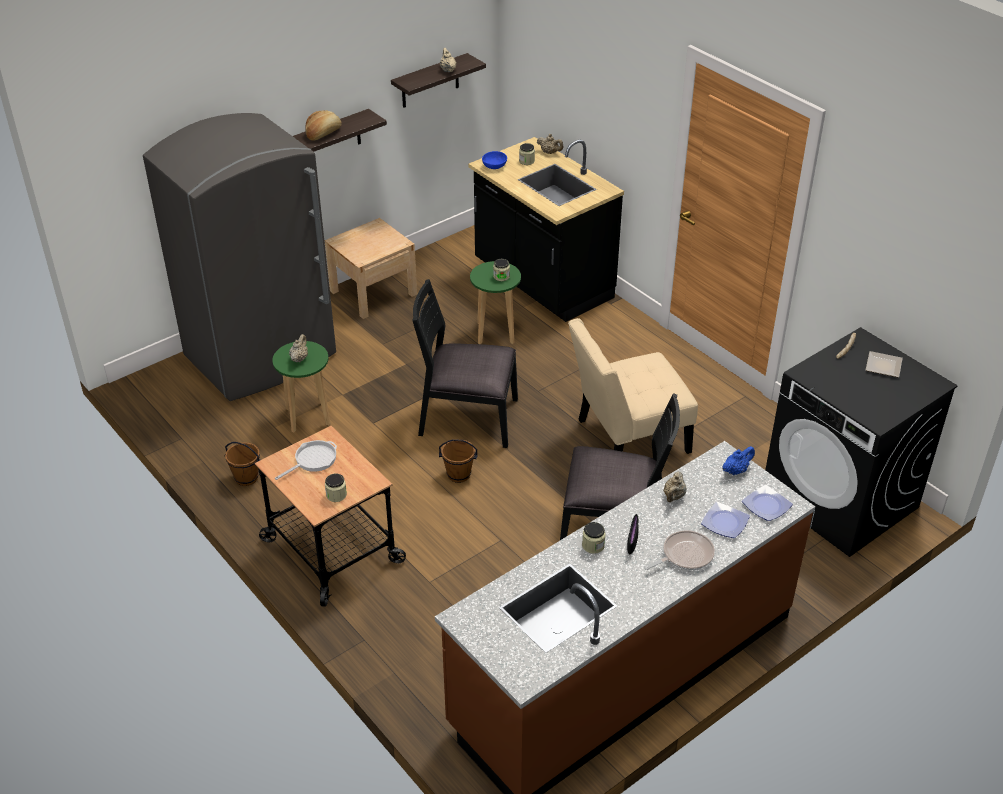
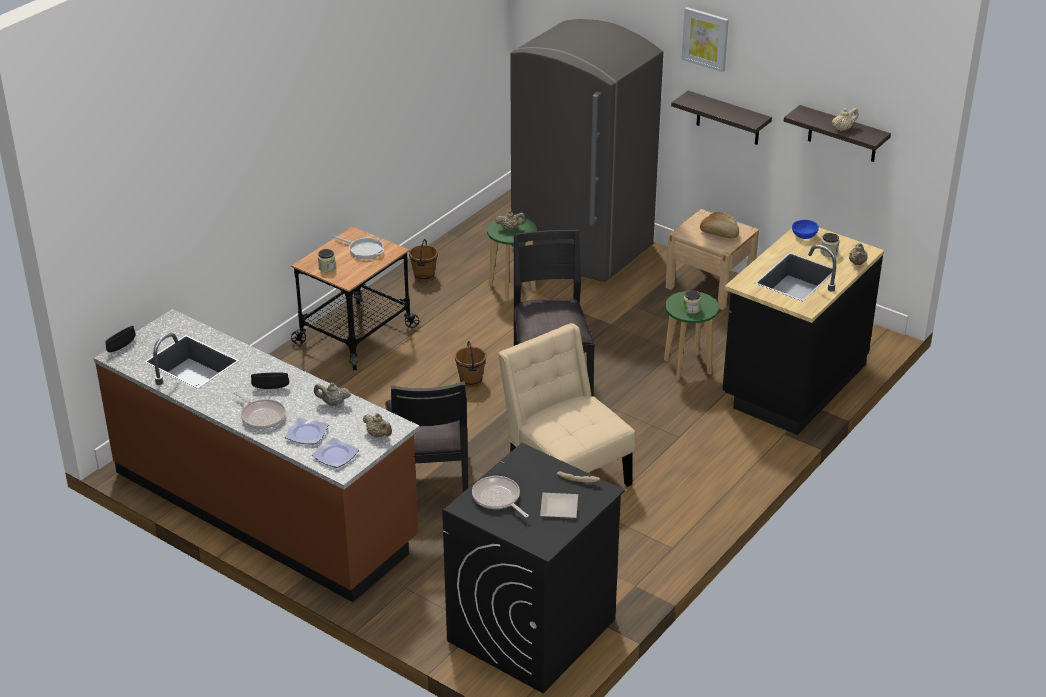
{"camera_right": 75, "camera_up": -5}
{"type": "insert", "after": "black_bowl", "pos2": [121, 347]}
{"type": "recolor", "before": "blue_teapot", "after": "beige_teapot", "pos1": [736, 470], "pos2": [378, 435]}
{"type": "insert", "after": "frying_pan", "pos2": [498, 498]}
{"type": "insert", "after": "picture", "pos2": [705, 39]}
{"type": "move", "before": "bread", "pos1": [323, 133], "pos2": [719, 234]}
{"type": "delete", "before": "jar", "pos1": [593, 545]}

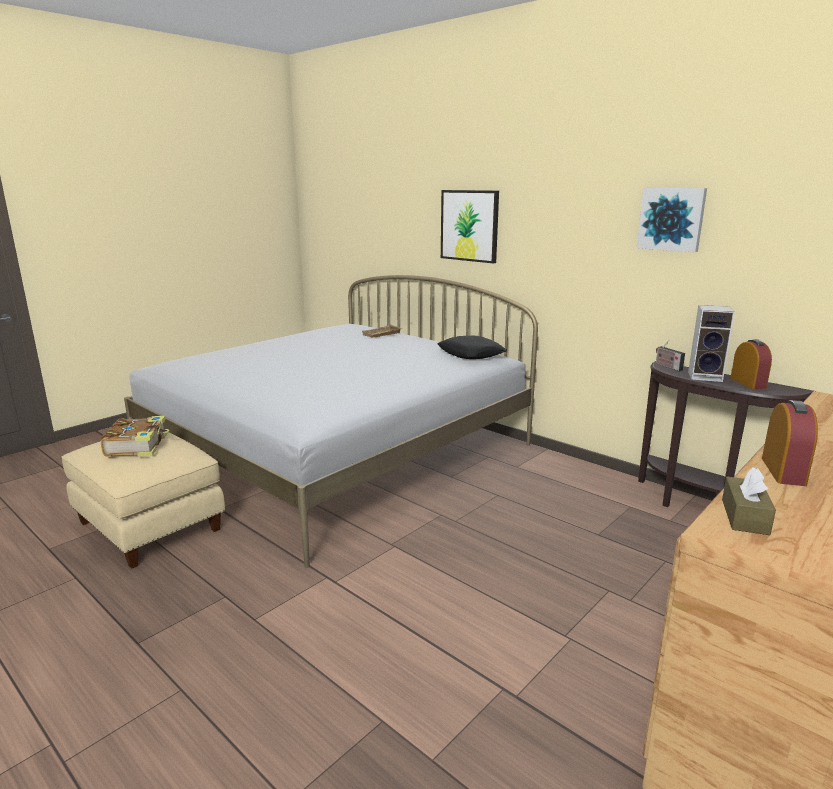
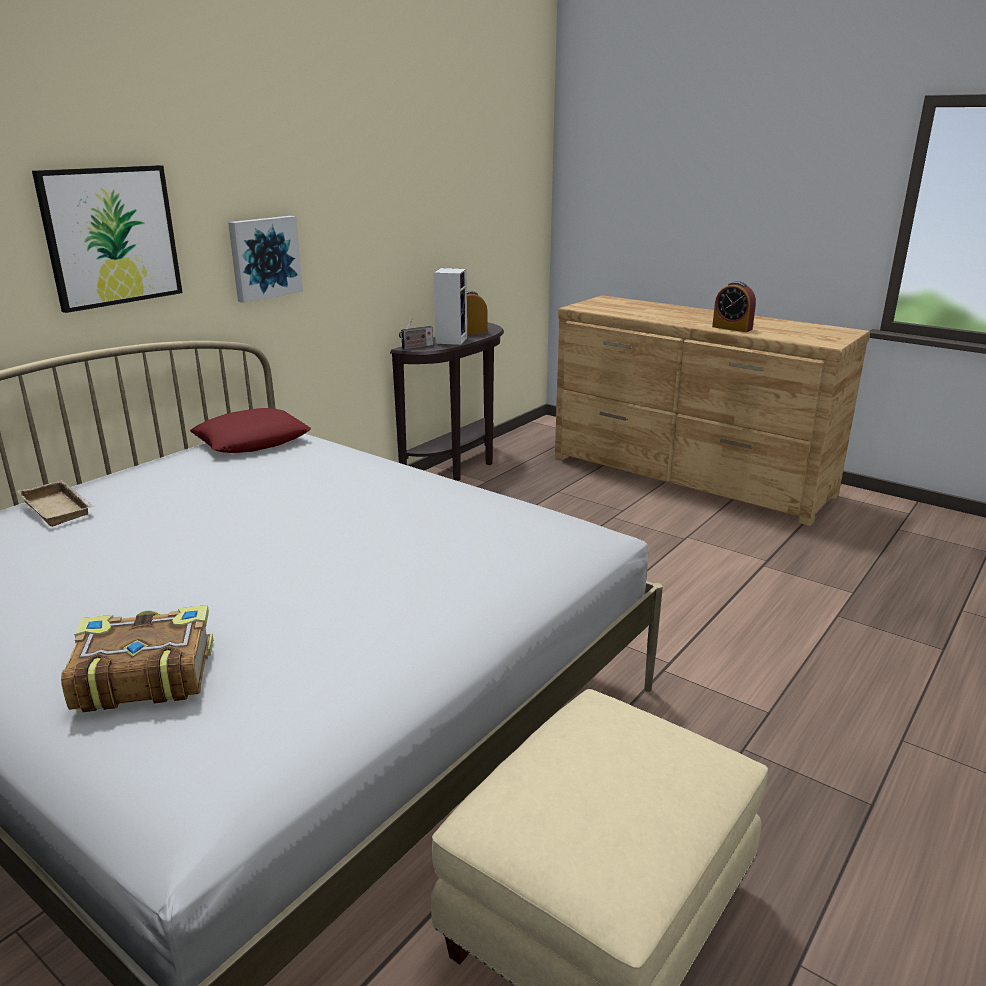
{"camera_right": -95, "camera_up": 5}
{"type": "move", "before": "book", "pos1": [138, 445], "pos2": [143, 675]}
{"type": "recolor", "before": "black_pillow", "after": "red_pillow", "pos1": [471, 354], "pos2": [252, 441]}
{"type": "move", "before": "picture", "pos1": [671, 219], "pos2": [264, 258]}
{"type": "rotate", "before": "alarm_clock", "pos1": [783, 471], "pos2": [732, 328], "turn": -150}
{"type": "delete", "before": "brown_tissue_box", "pos1": [744, 516]}

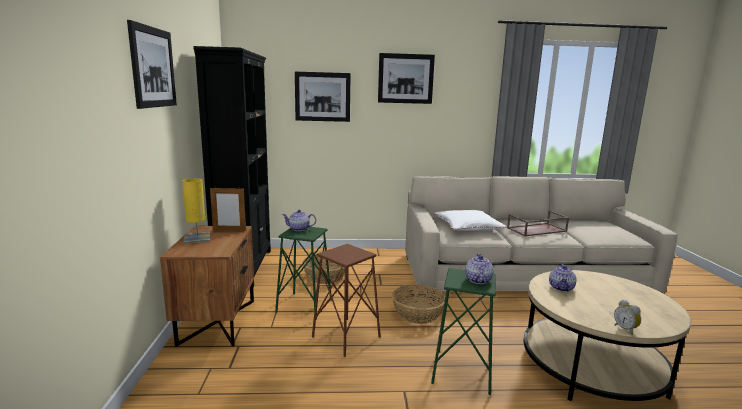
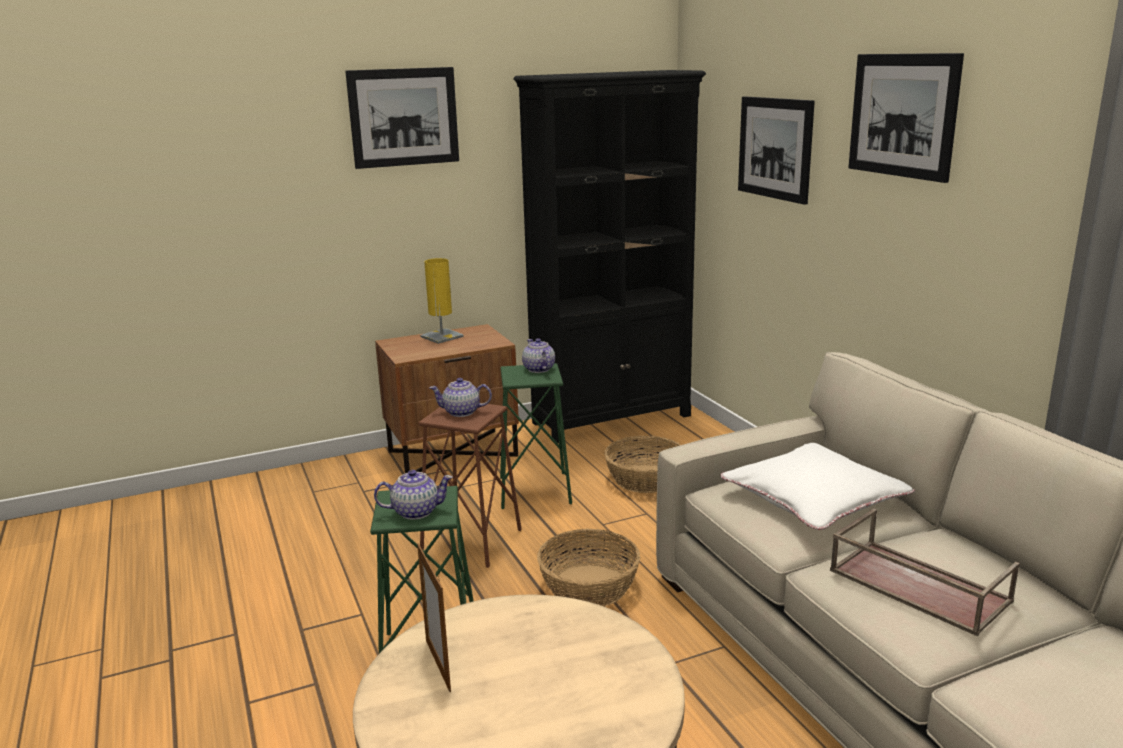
{"camera_right": 70, "camera_up": 5}
{"type": "move", "before": "picture_frame", "pos1": [229, 230], "pos2": [438, 665]}
{"type": "move", "before": "teapot", "pos1": [561, 288], "pos2": [462, 412]}
{"type": "delete", "before": "alarm_clock", "pos1": [625, 329]}

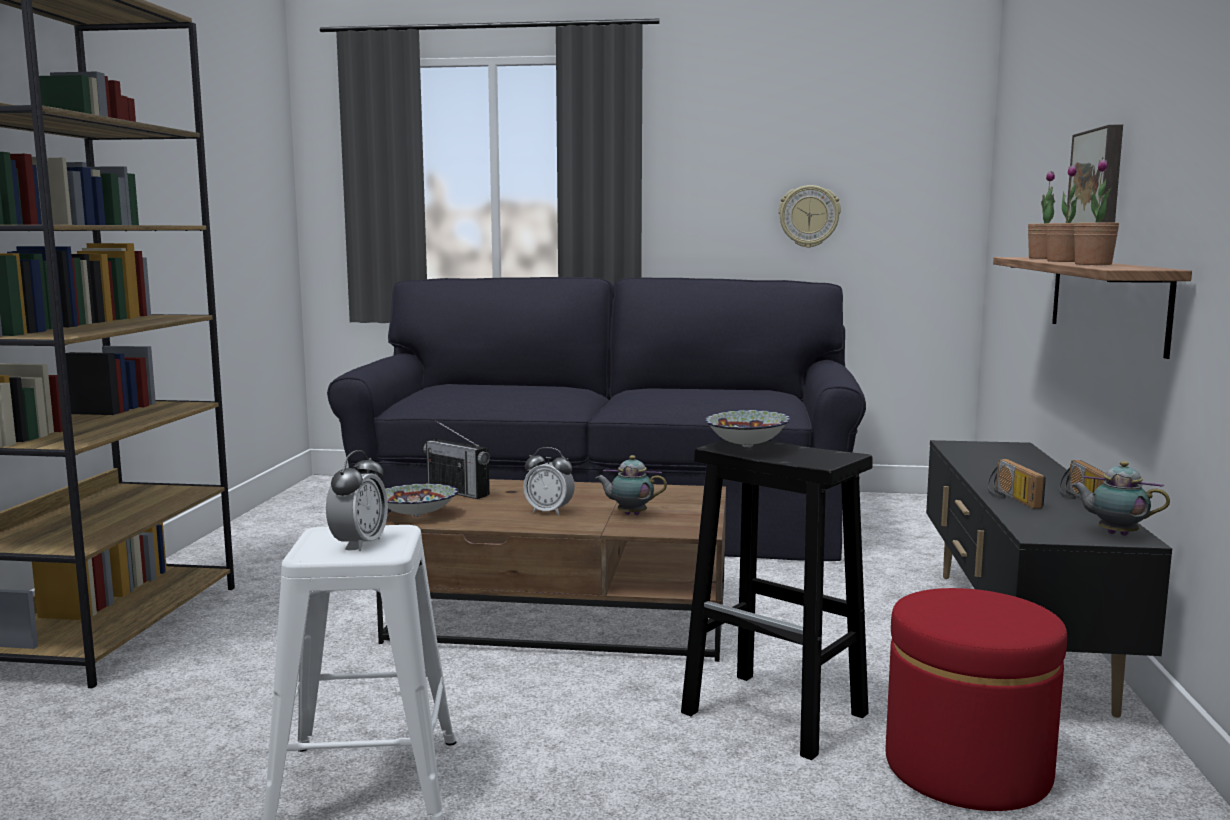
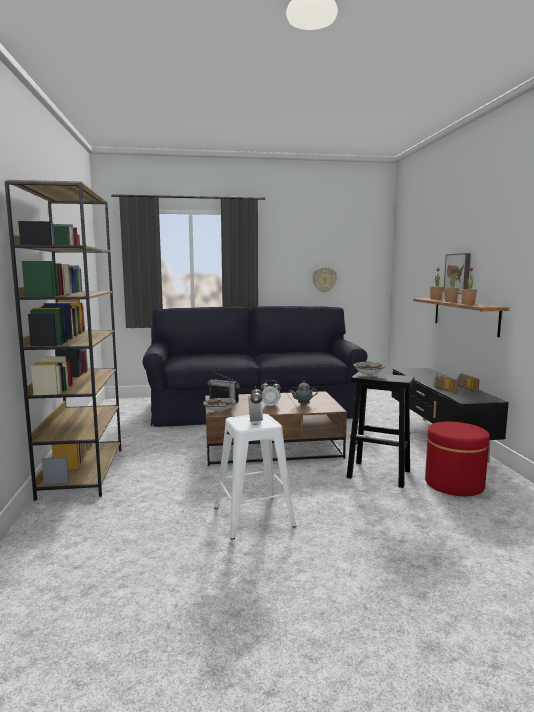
{"camera_right": -15, "camera_up": 0}
{"type": "delete", "before": "teapot", "pos1": [1114, 534]}

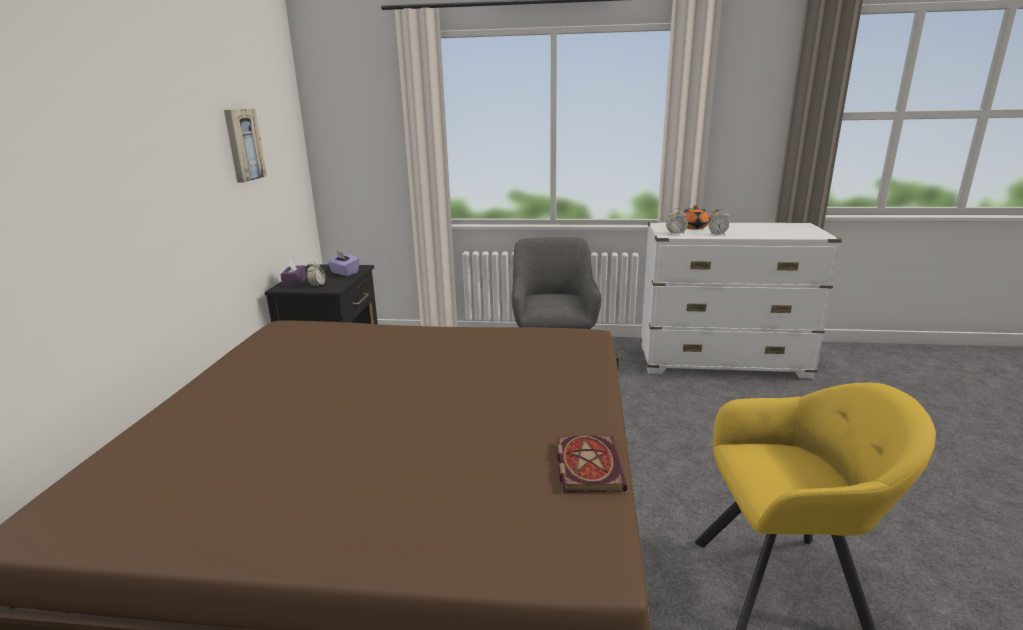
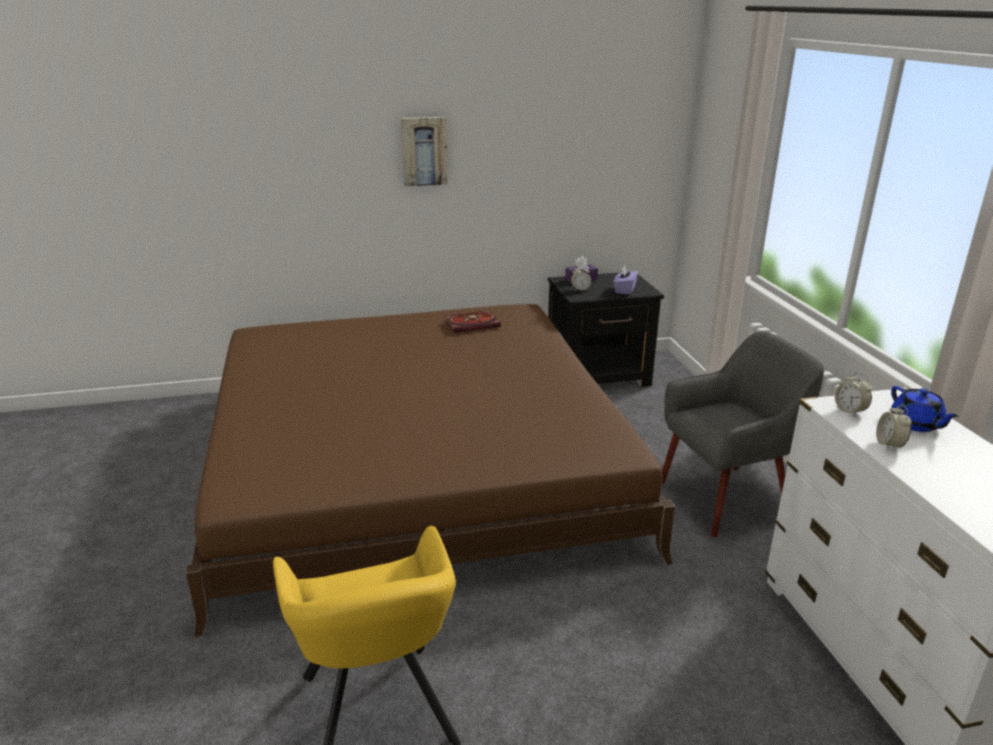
{"camera_right": 70, "camera_up": 5}
{"type": "move", "before": "picture", "pos1": [243, 145], "pos2": [424, 151]}
{"type": "move", "before": "book", "pos1": [587, 465], "pos2": [473, 323]}
{"type": "recolor", "before": "orange_teapot", "after": "blue_teapot", "pos1": [694, 227], "pos2": [916, 424]}

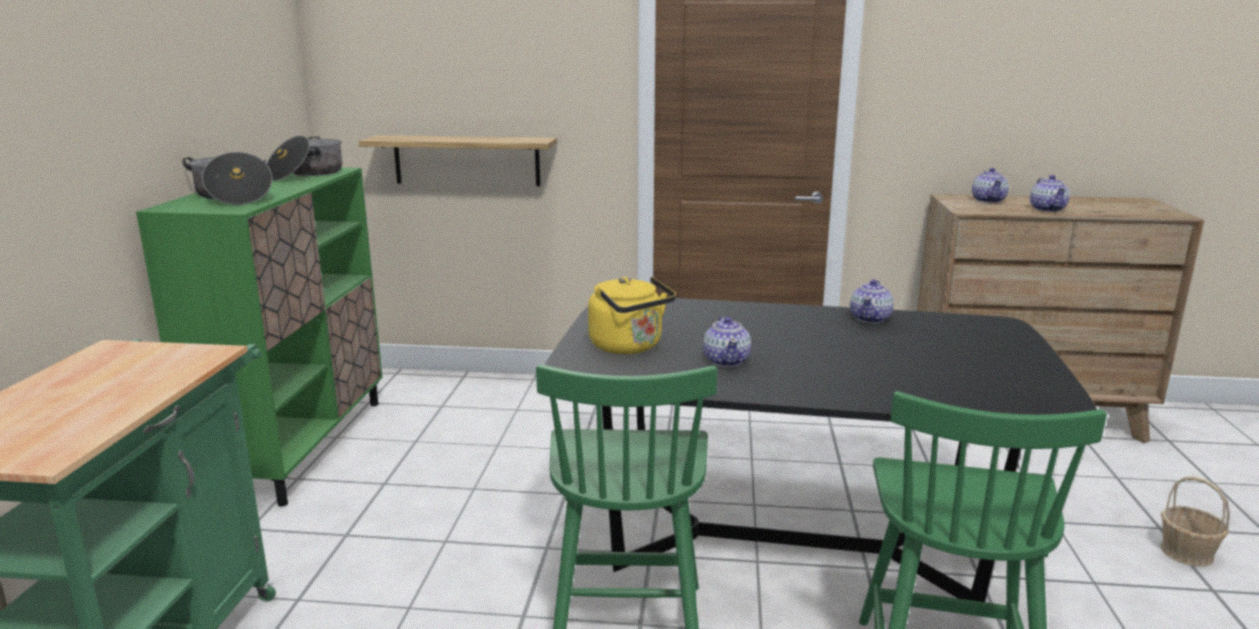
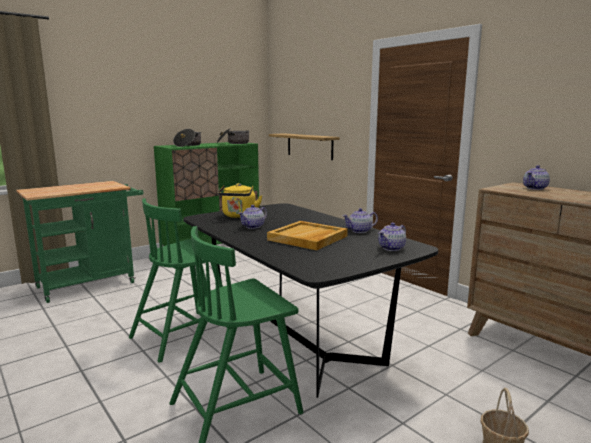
{"camera_right": 45, "camera_up": -5}
{"type": "insert", "after": "beige_tray", "pos2": [308, 238]}
{"type": "move", "before": "teapot", "pos1": [1047, 209], "pos2": [392, 248]}

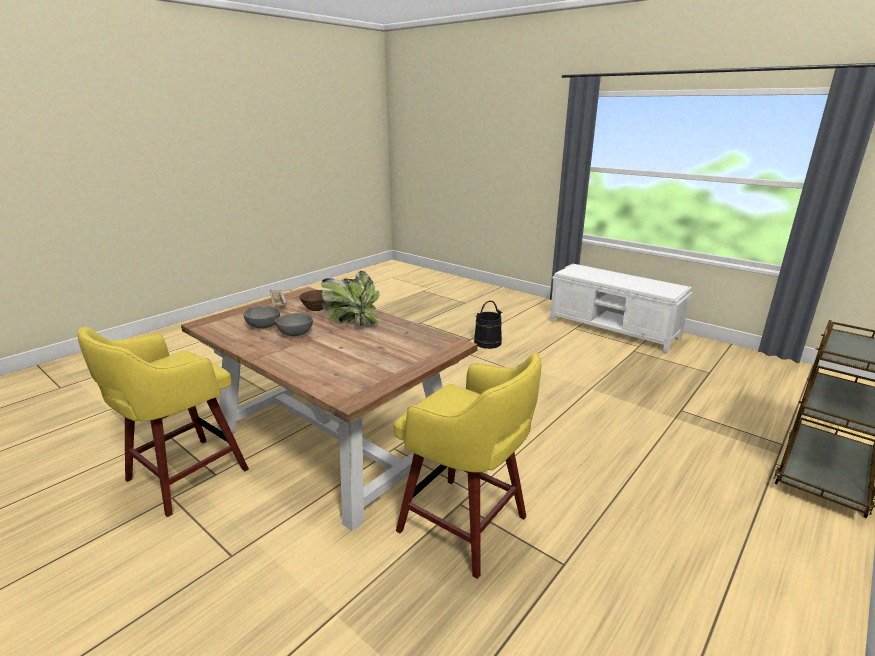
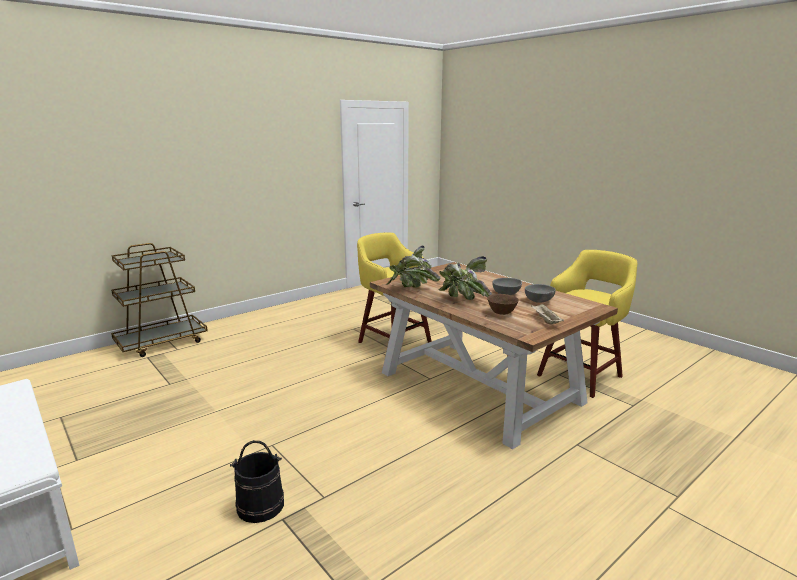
{"camera_right": -170, "camera_up": -5}
{"type": "insert", "after": "potted_plant", "pos2": [411, 289]}

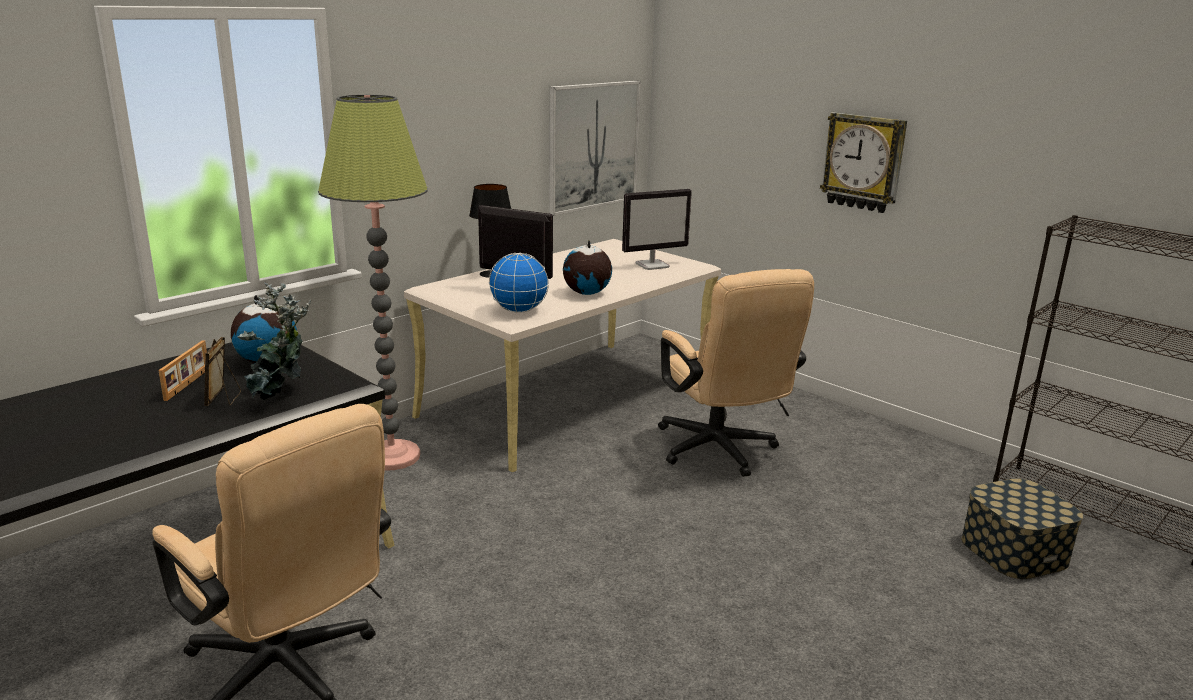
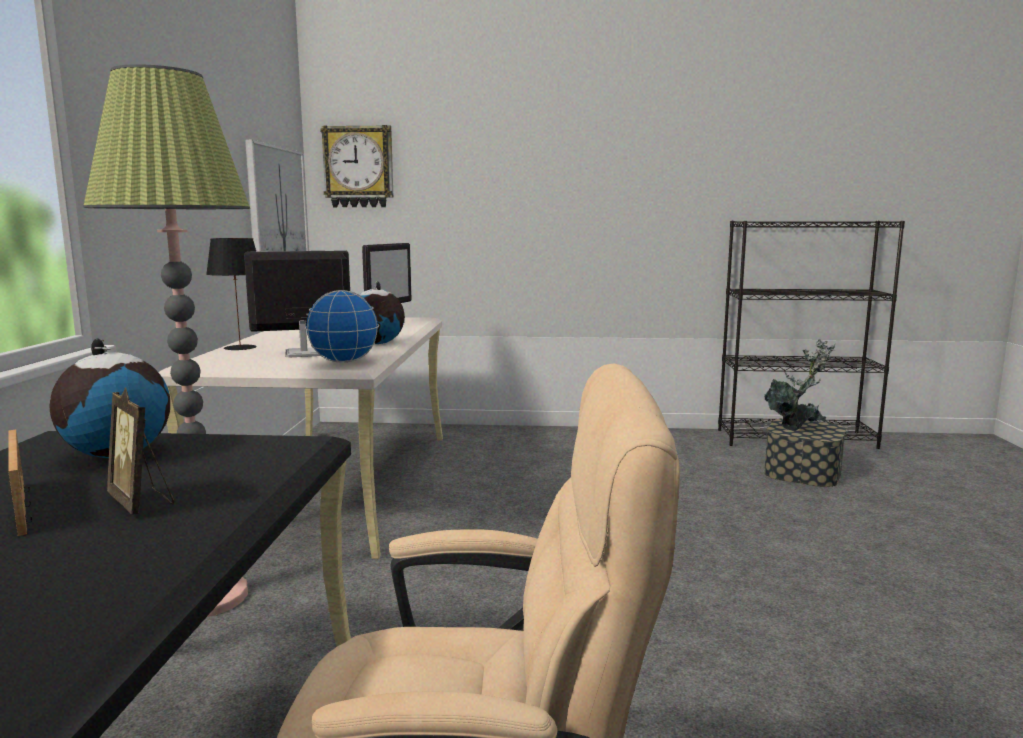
{"camera_right": -40, "camera_up": -10}
{"type": "move", "before": "wall_clock", "pos1": [863, 162], "pos2": [358, 167]}
{"type": "move", "before": "potted_plant", "pos1": [281, 398], "pos2": [796, 428]}
{"type": "delete", "before": "beige_office_chair", "pos1": [720, 452]}

